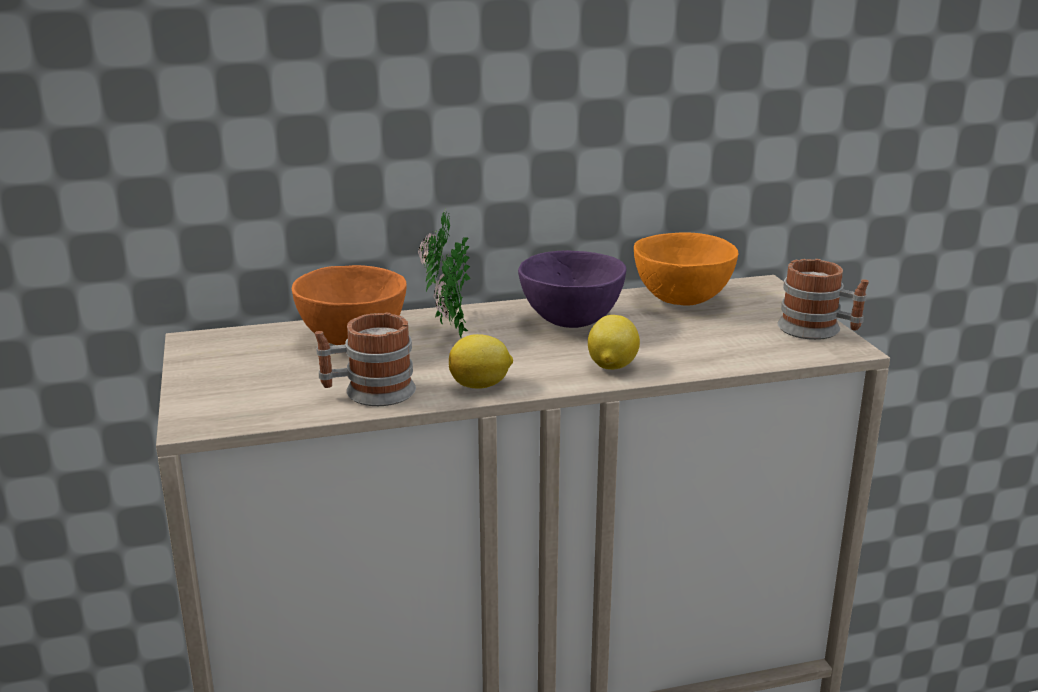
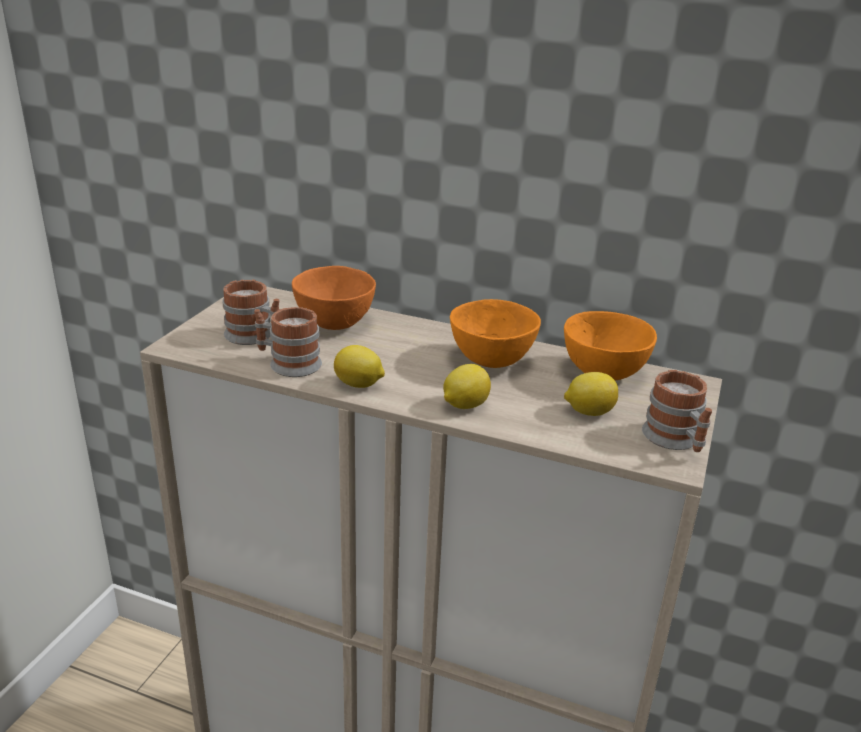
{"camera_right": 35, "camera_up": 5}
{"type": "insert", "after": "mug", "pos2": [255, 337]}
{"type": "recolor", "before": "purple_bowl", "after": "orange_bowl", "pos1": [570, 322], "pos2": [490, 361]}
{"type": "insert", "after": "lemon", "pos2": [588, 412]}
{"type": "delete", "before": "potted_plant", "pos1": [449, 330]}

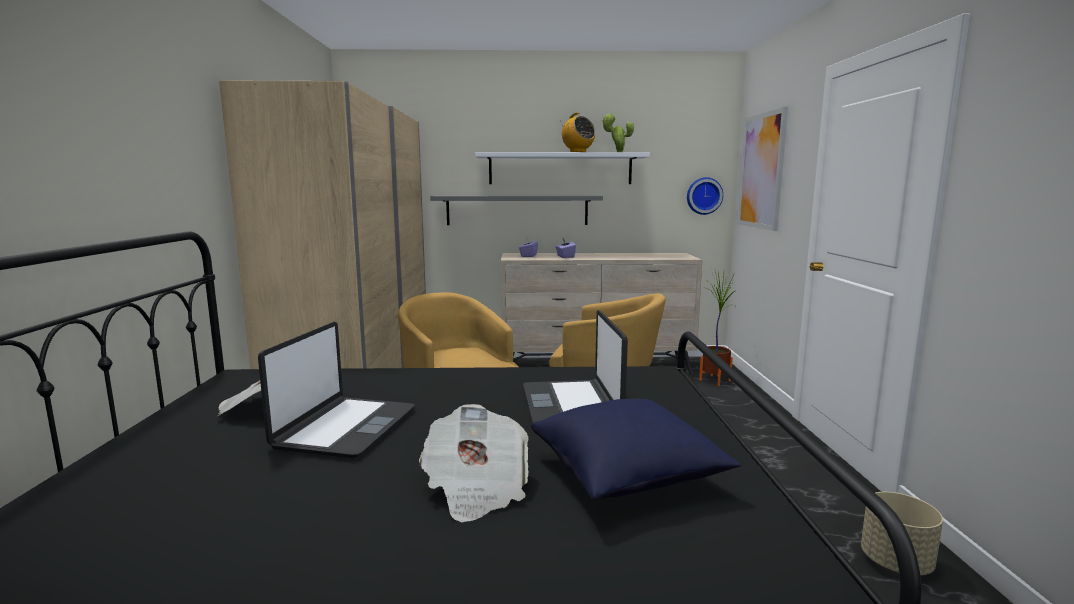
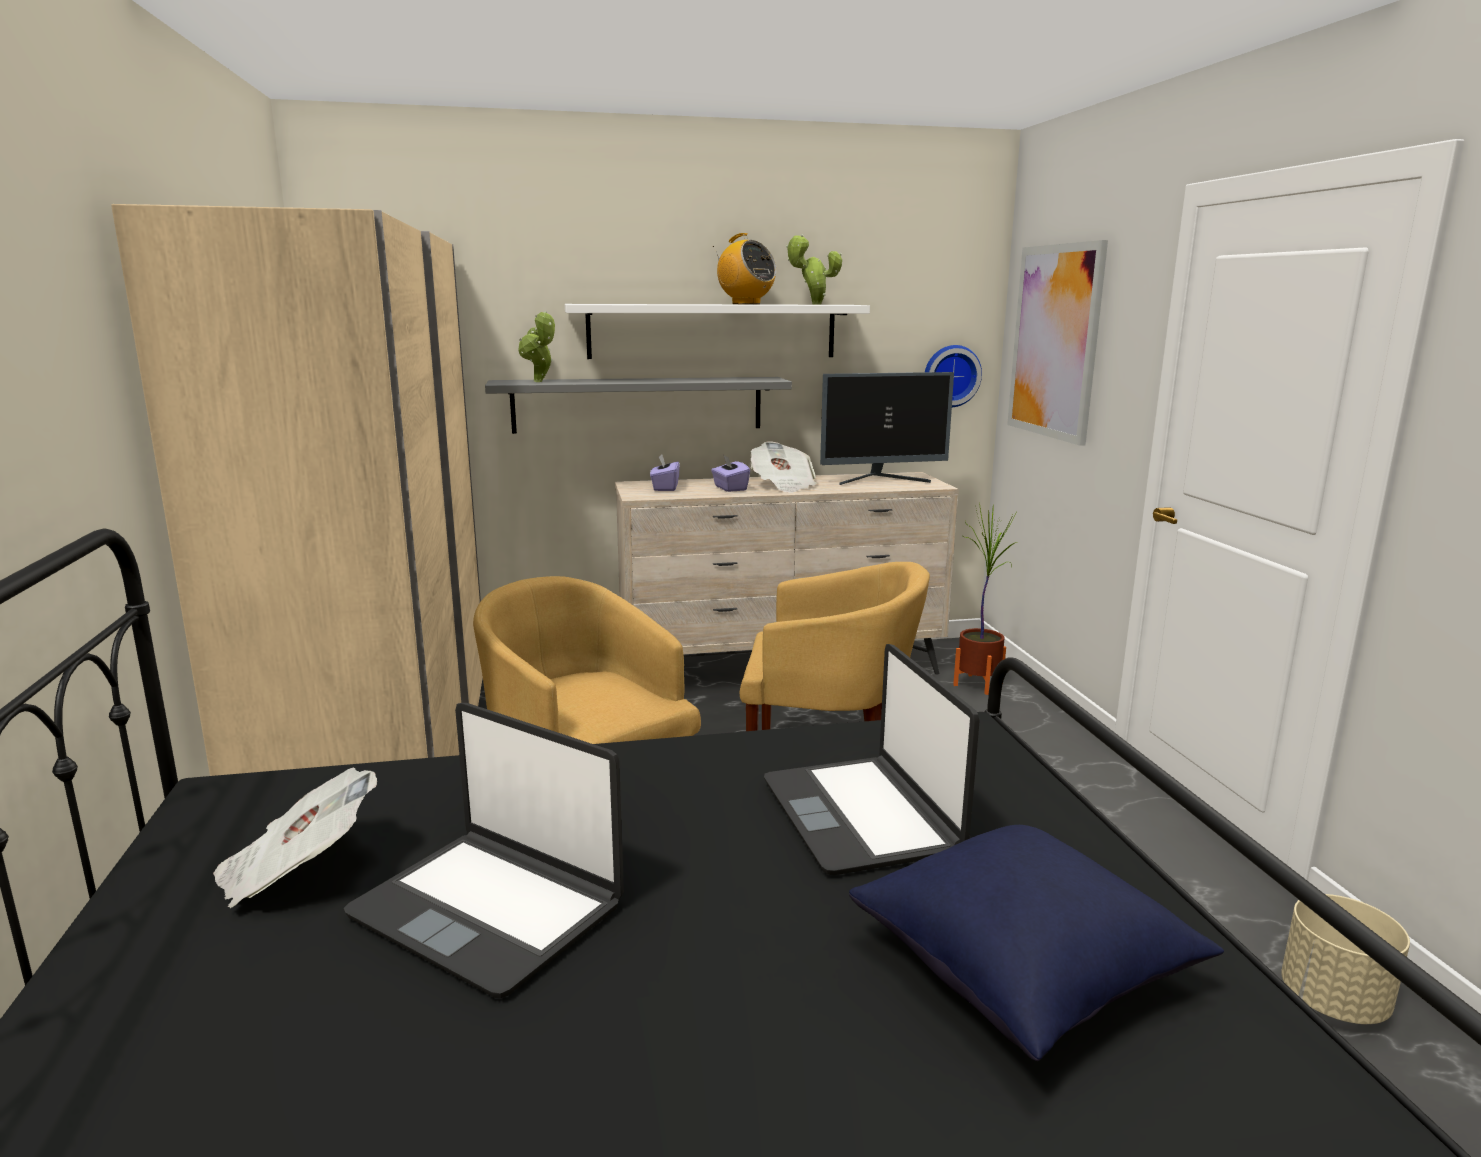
{"camera_right": -10, "camera_up": 5}
{"type": "rotate", "before": "laptop", "pos1": [345, 428], "pos2": [489, 909], "turn": 120}
{"type": "insert", "after": "potted_plant", "pos2": [539, 382]}
{"type": "move", "before": "newspaper", "pos1": [476, 488], "pos2": [783, 486]}
{"type": "insert", "after": "monitor", "pos2": [882, 480]}

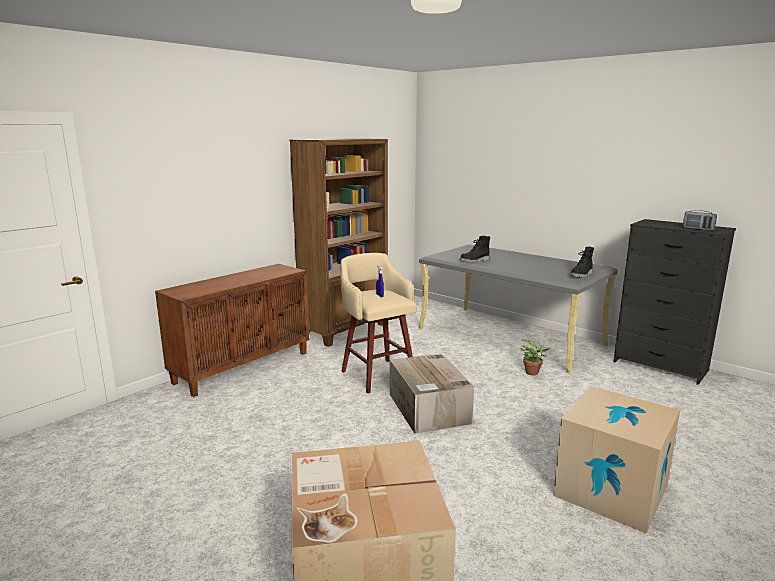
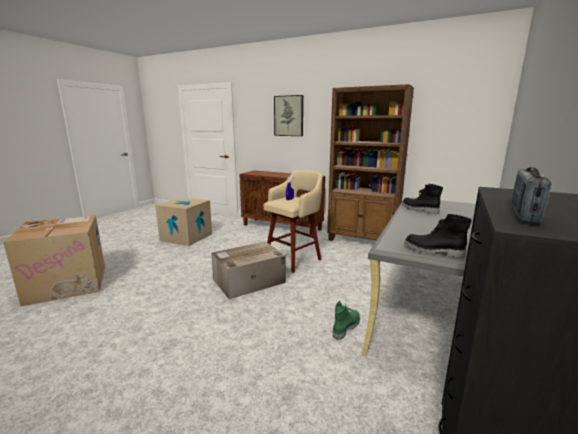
{"camera_right": 75, "camera_up": 0}
{"type": "move", "before": "cardboard_box", "pos1": [611, 490], "pos2": [186, 237]}
{"type": "insert", "after": "picture", "pos2": [288, 116]}
{"type": "replace", "before": "potted_plant", "after": "green_boot", "pos1": [533, 373], "pos2": [345, 327]}

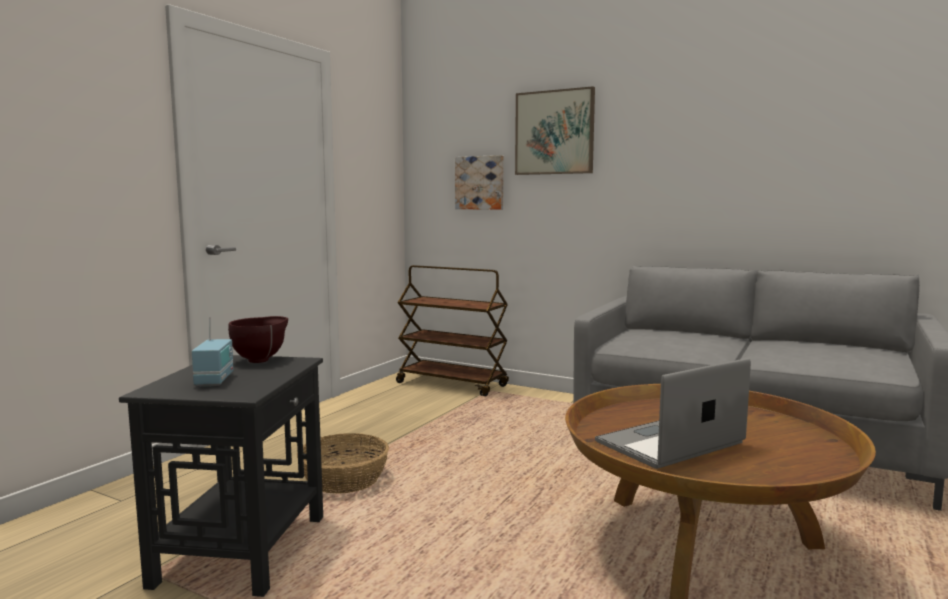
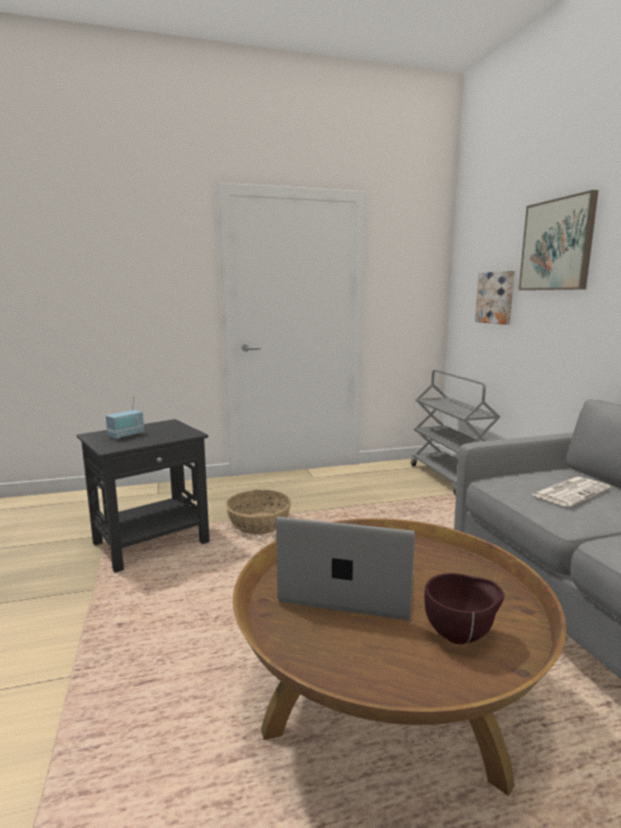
{"camera_right": 45, "camera_up": 5}
{"type": "recolor", "before": "brown_cart", "after": "grey_cart", "pos1": [452, 384], "pos2": [450, 478]}
{"type": "move", "before": "brown_bowl", "pos1": [261, 360], "pos2": [460, 636]}
{"type": "insert", "after": "newspaper", "pos2": [571, 492]}

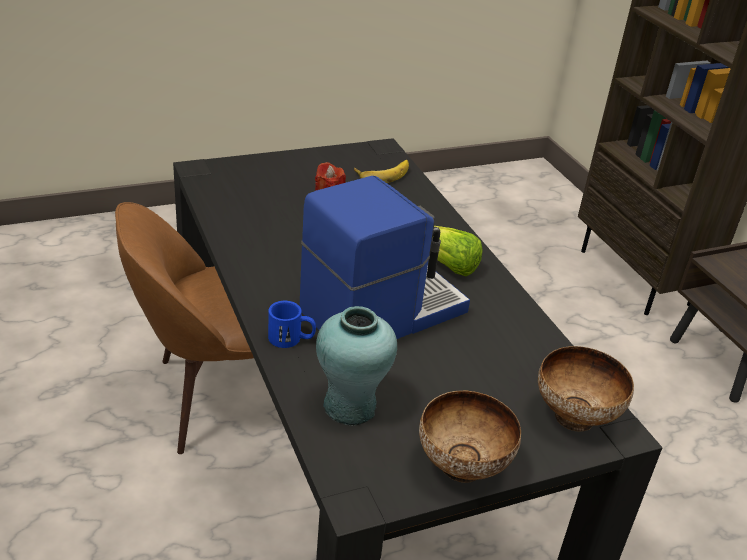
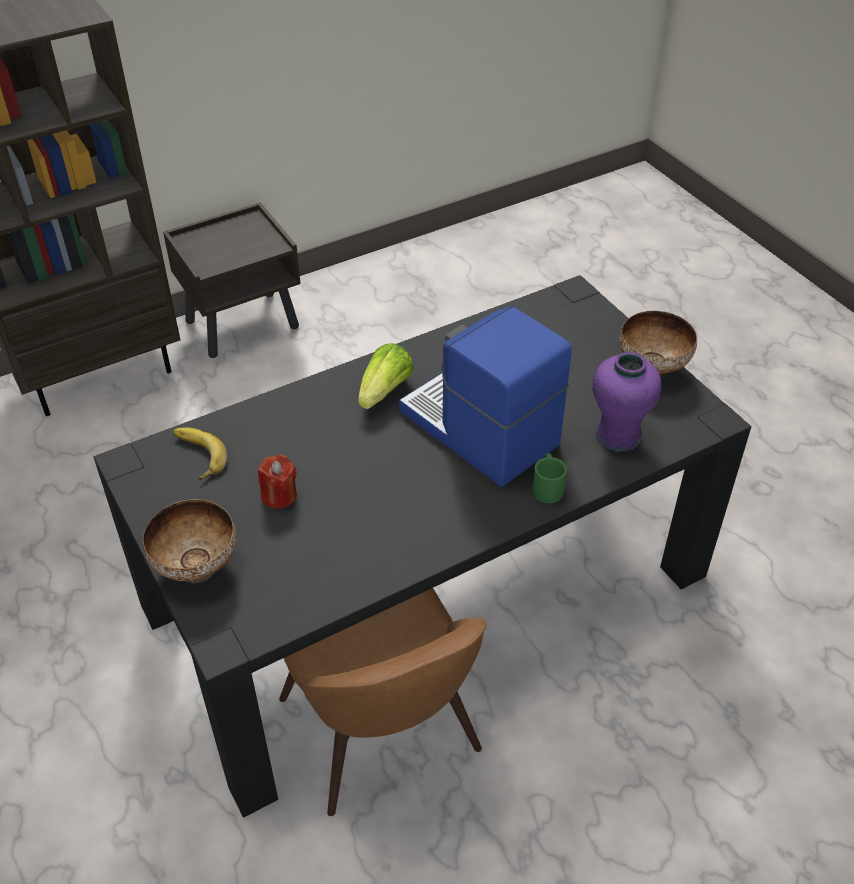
{"camera_right": -95, "camera_up": 10}
{"type": "move", "before": "bowl", "pos1": [576, 417], "pos2": [197, 566]}
{"type": "recolor", "before": "blue_mug", "after": "green_mug", "pos1": [291, 339], "pos2": [547, 486]}
{"type": "recolor", "before": "turquoise_vase", "after": "purple_vase", "pos1": [350, 406], "pos2": [617, 435]}

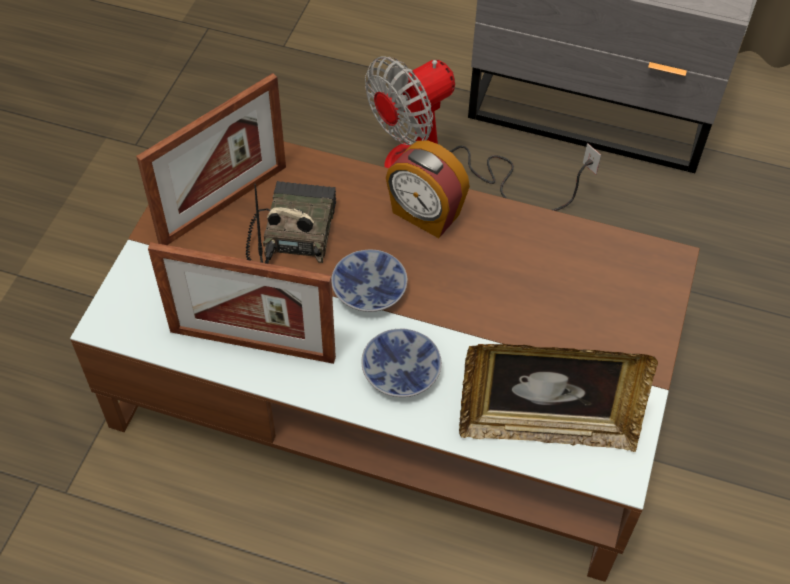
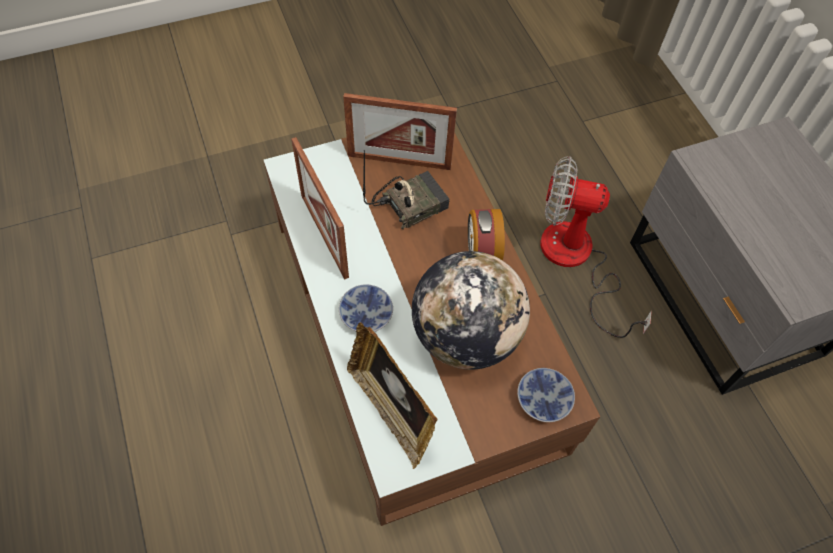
{"camera_right": 50, "camera_up": 5}
{"type": "insert", "after": "globe", "pos2": [465, 335]}
{"type": "move", "before": "bowl", "pos1": [367, 292], "pos2": [541, 399]}

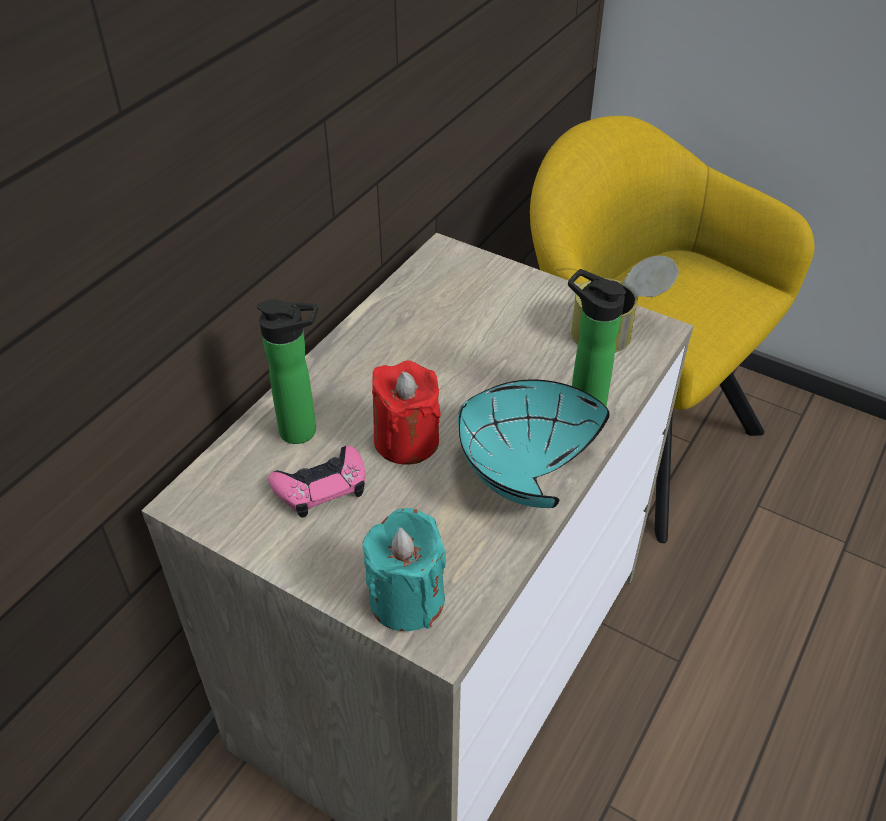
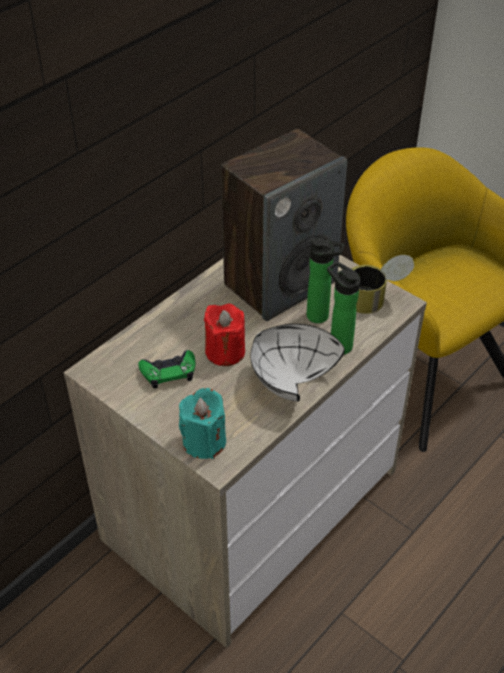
{"camera_right": 10, "camera_up": 0}
{"type": "recolor", "before": "pink_game_controller", "after": "green_game_controller", "pos1": [321, 486], "pos2": [169, 372]}
{"type": "insert", "after": "speaker", "pos2": [280, 282]}
{"type": "recolor", "before": "turquoise_bowl", "after": "white_bowl", "pos1": [518, 473], "pos2": [288, 379]}
{"type": "move", "before": "bottle", "pos1": [304, 431], "pos2": [321, 316]}

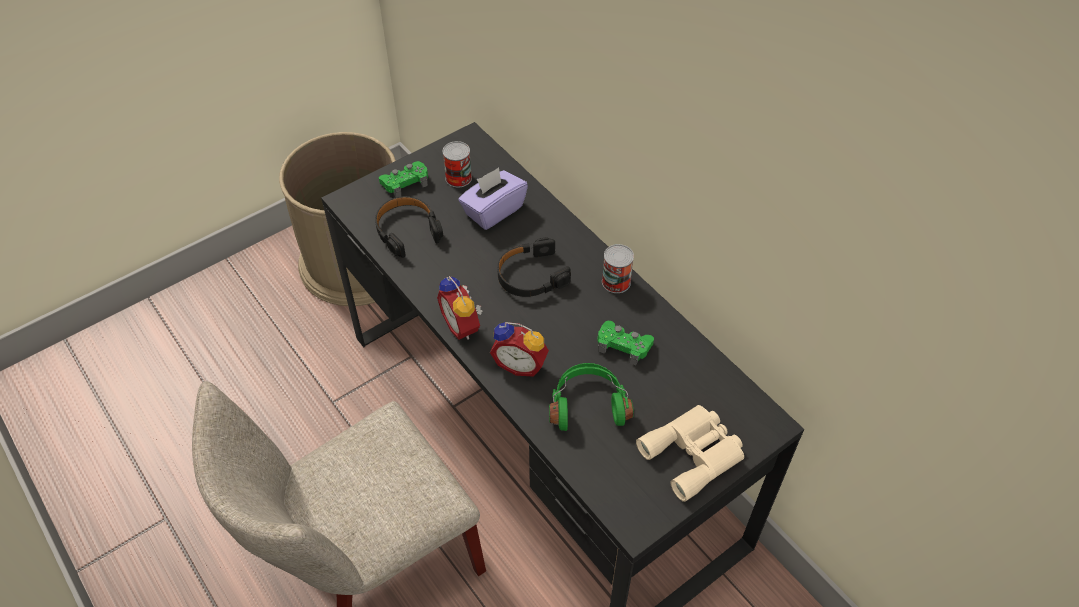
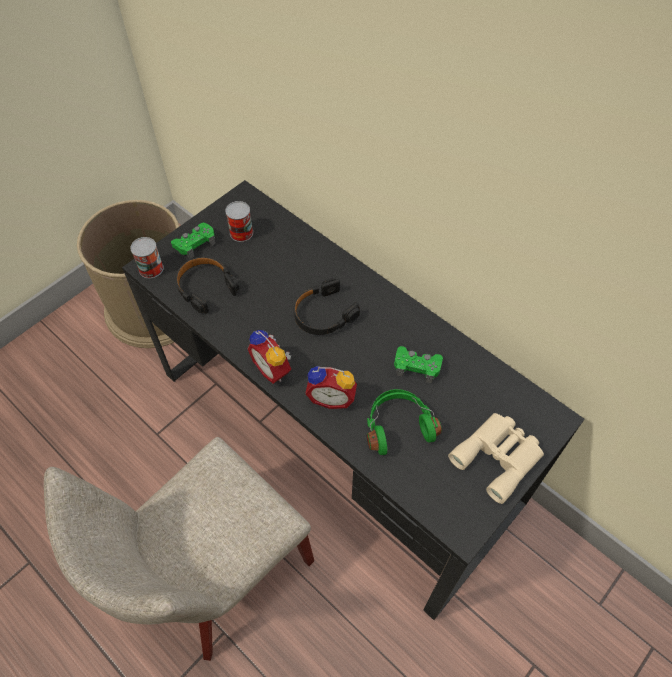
{"camera_right": -10, "camera_up": 5}
{"type": "move", "before": "can", "pos1": [616, 282], "pos2": [151, 268]}
{"type": "delete", "before": "purple_tissue_box", "pos1": [493, 211]}

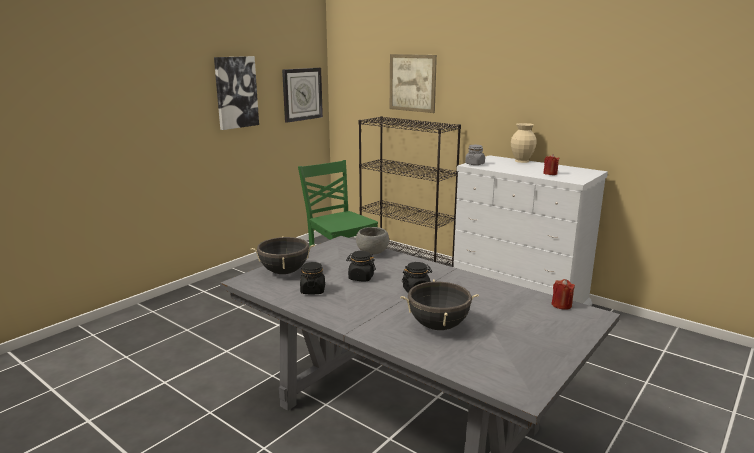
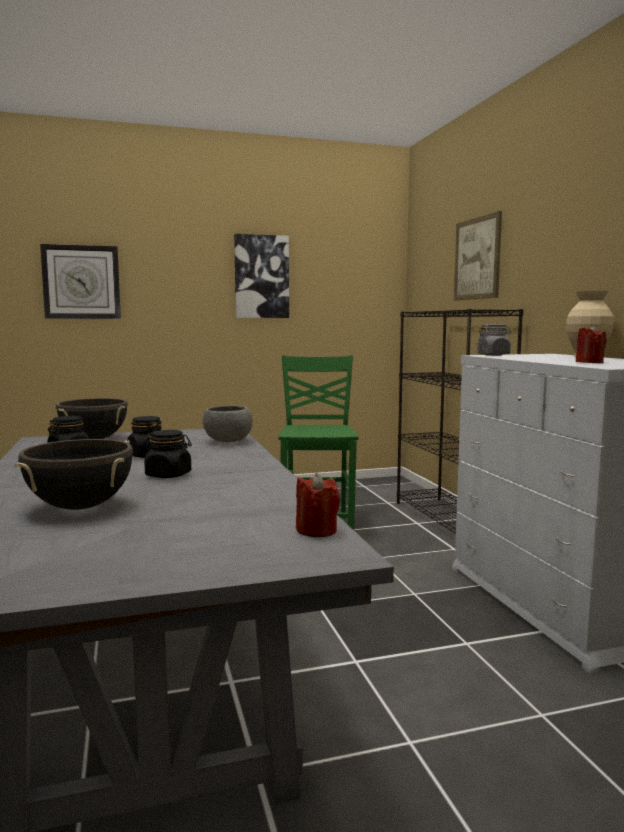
{"camera_right": 35, "camera_up": -10}
{"type": "move", "before": "wall_clock", "pos1": [302, 94], "pos2": [81, 282]}

